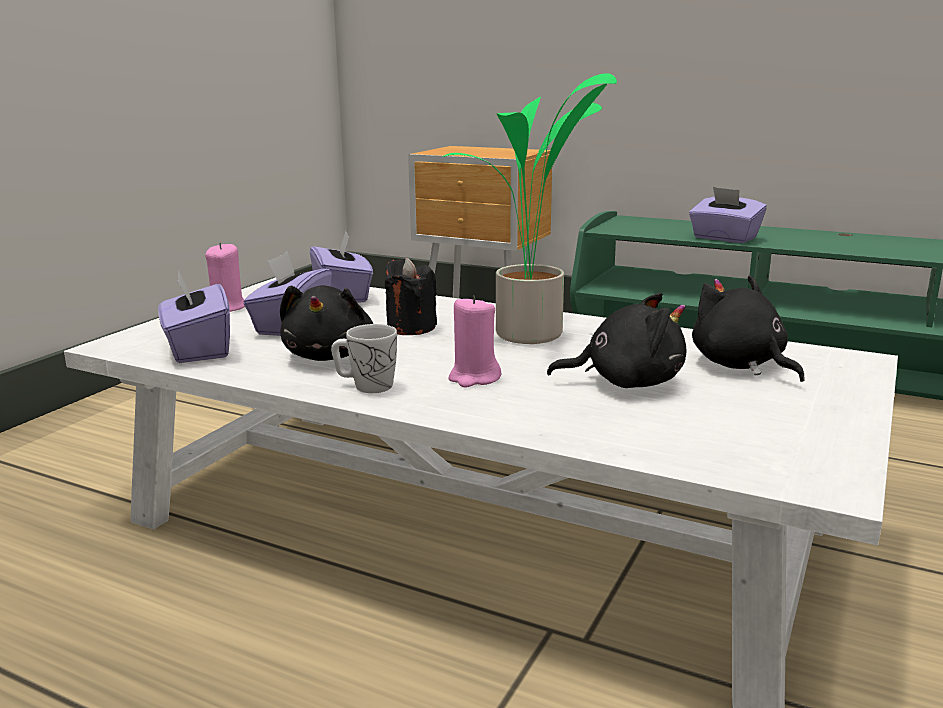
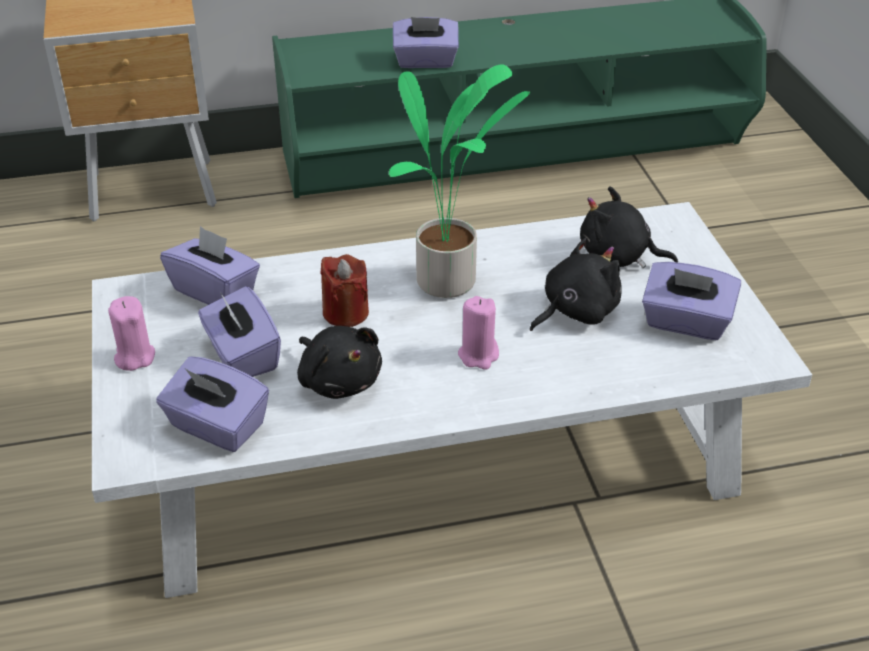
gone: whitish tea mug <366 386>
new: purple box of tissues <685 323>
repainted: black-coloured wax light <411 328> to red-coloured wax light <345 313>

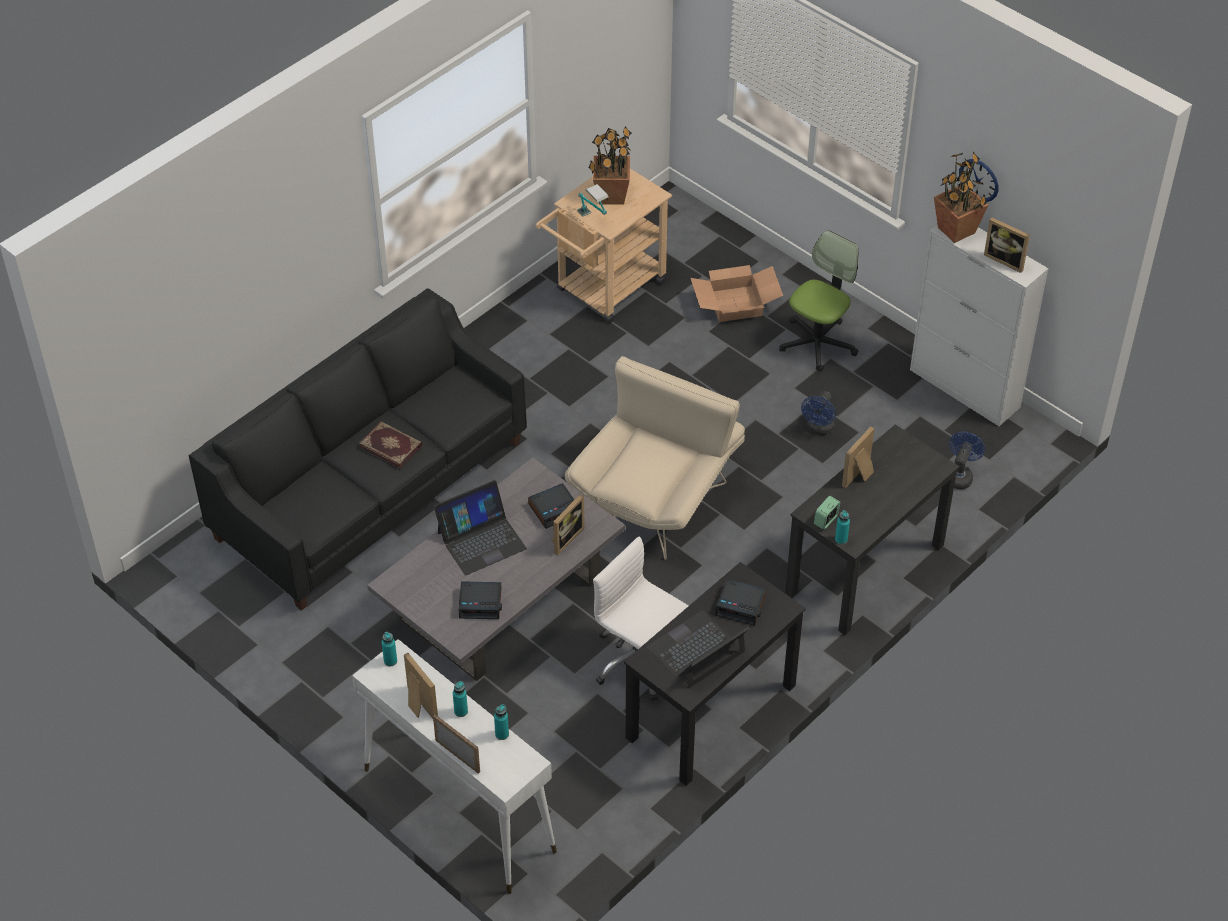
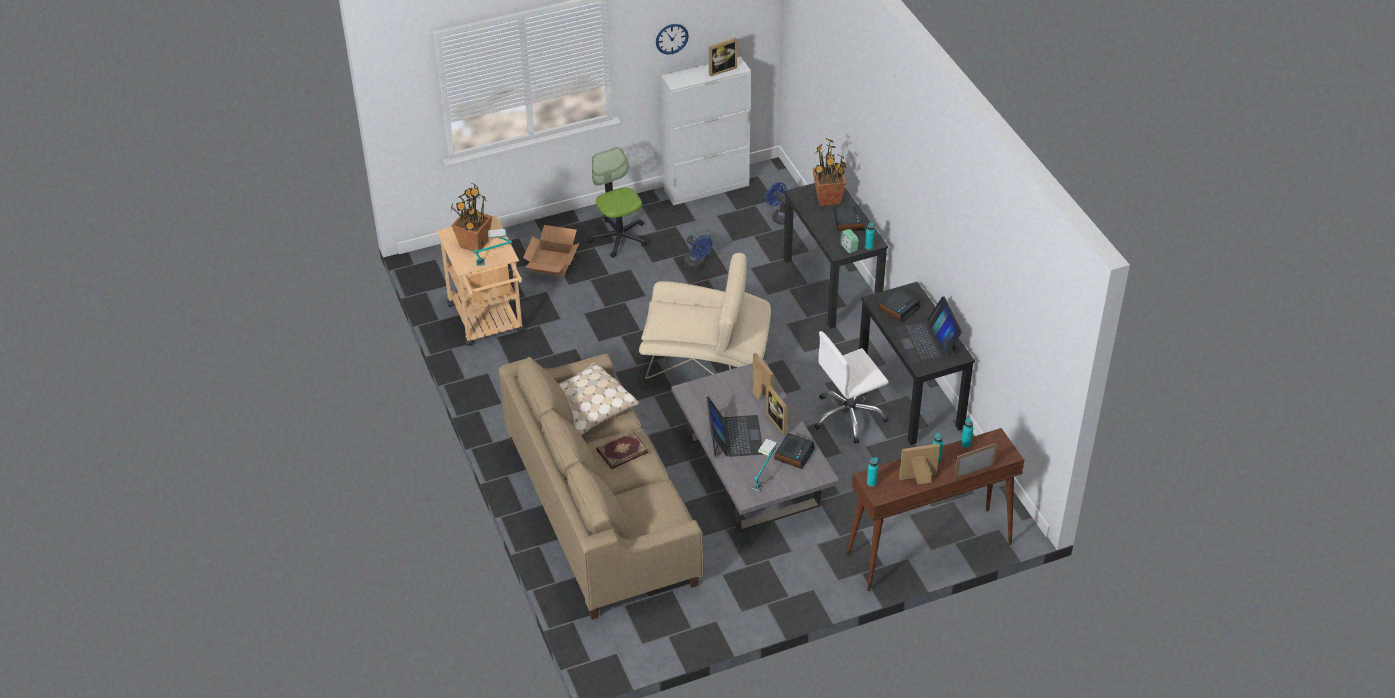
new: beige-coloured throw pillow <589 407>; lamp for a table <764 477>
shifted: table clock <554 509> to <848 222>; photo frame <860 476> to <780 422>; plant in a pot <956 231> to <828 199>
repainted: black-coloured couch <371 490> to beige-coloured couch <601 511>; whitish console table <458 809> to brown console table <928 549>
rotated: beige-coloured armchair <658 494> = <705 360> 135 degrees clockwise

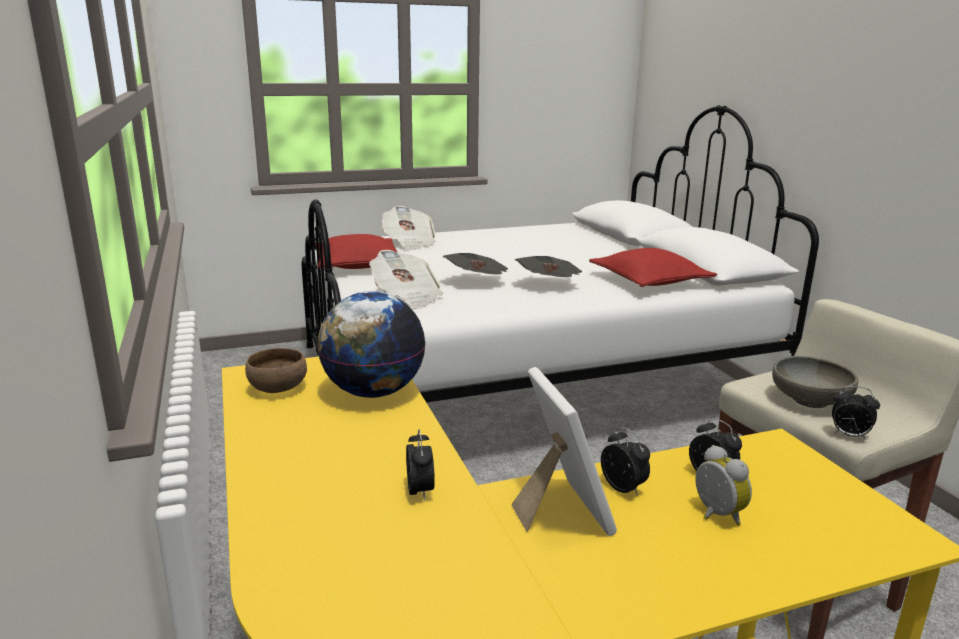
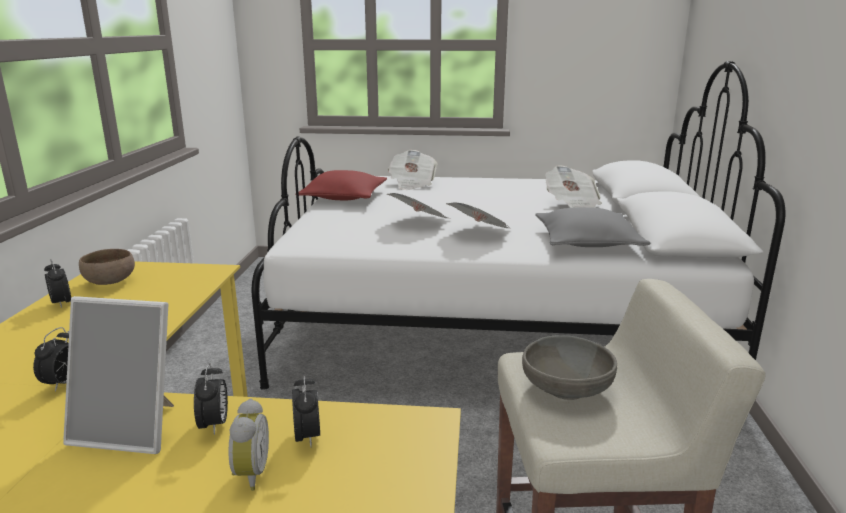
gone: desk globe <373 392>
shifted: daily paper <407 297> to <572 204>; table clock <849 436> to <61 303>
repainted: red-coloured throw pillow <649 281> to greyish throw pillow <587 242>
rotated: photo frame <560 511> = <132 429> 90 degrees clockwise

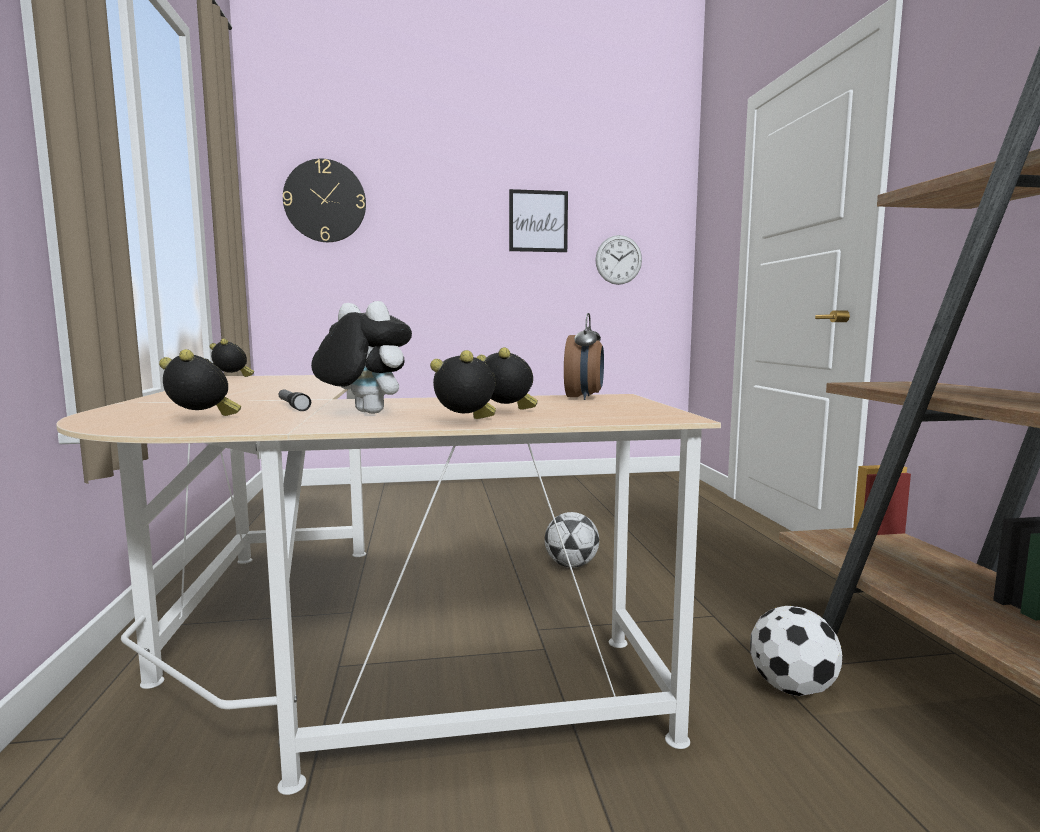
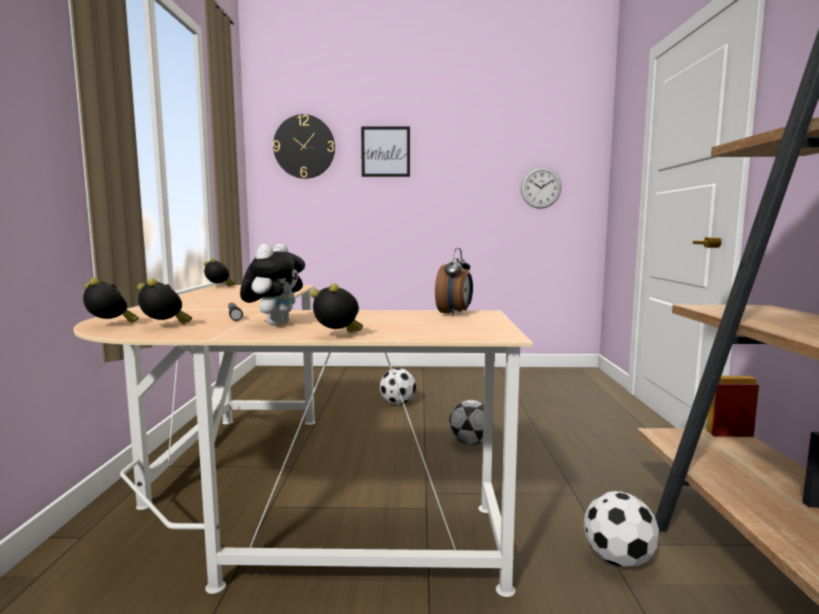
new: ball for football <398 403>
shifted: table clock <508 412> to <110 325>; picture <538 221> to <385 151>
rotated: soft toy <363 413> = <275 324> 60 degrees clockwise

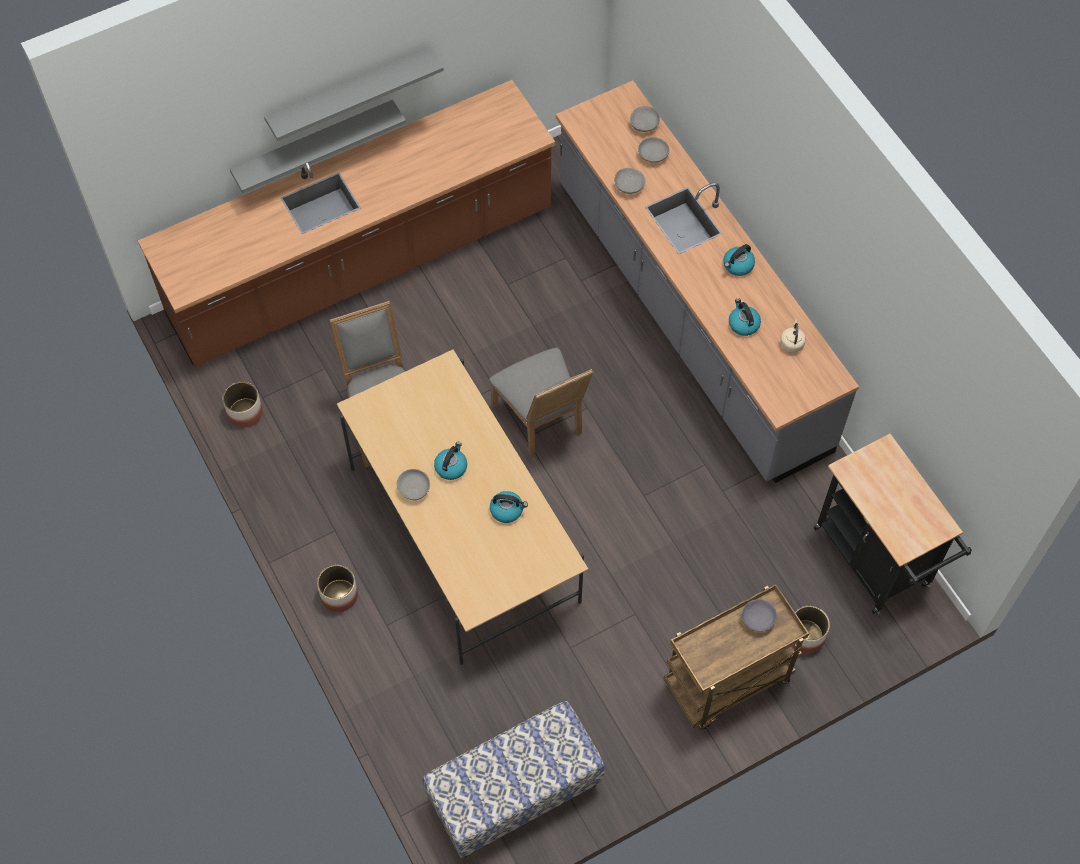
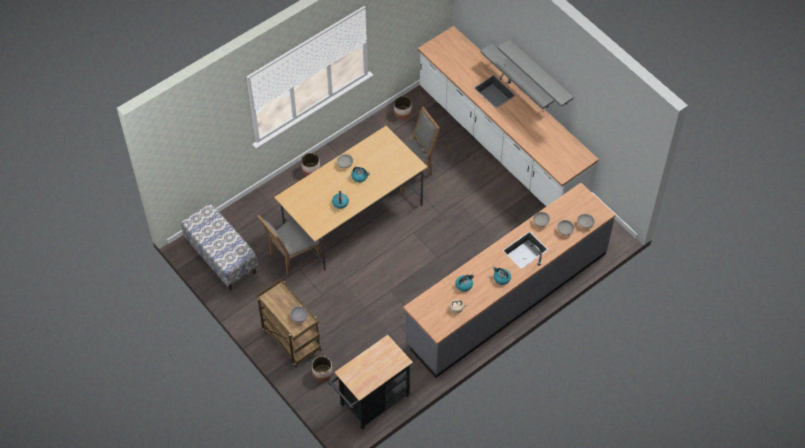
shifted: greyish plain chair <542 421> to <292 256>
repainted: brown kitchen base unit <362 265> to whitish kitchen base unit <501 144>

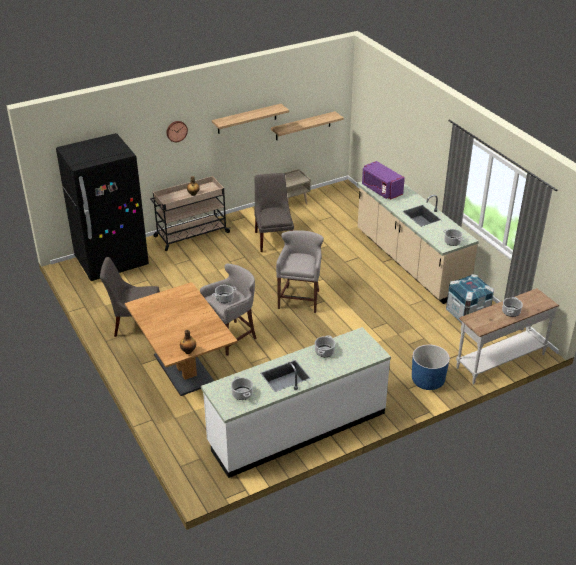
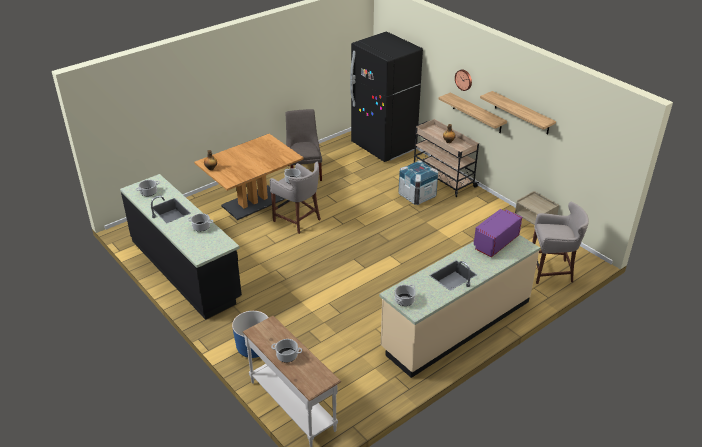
gone: greyish plain chair <273 239>
shifted: wall shelf <303 126> to <477 113>; greyish stool seat <300 298> to <552 271>; shipping crate <467 314> to <417 195>
repainted: whitish kitchen base unit <297 428> to black-coloured kitchen base unit <185 269>

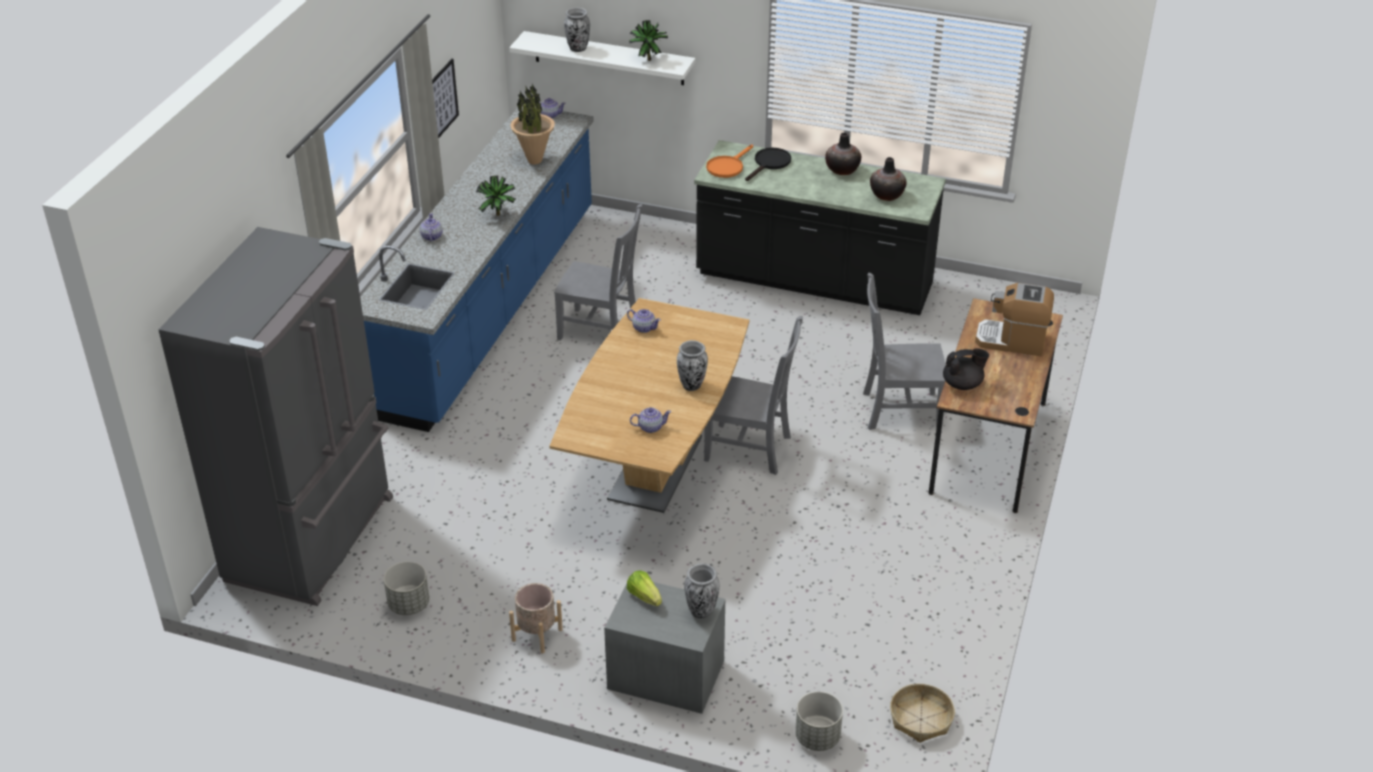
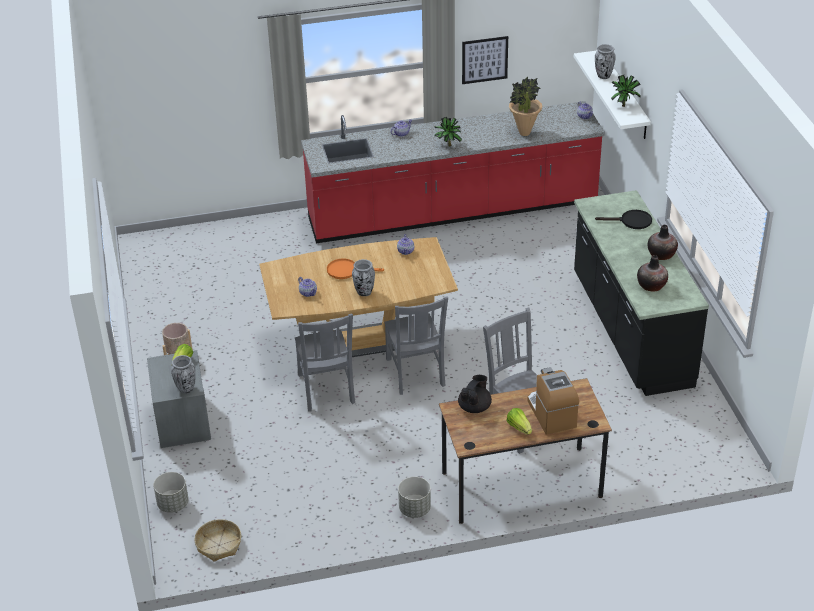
gone: greyish refrigerator <314 539>
new: head of lettuce <519 427>
shifted: greyish planter <409 604> to <414 509>; greyish plain chair <601 330> to <326 390>; orange-coloured frying pan <727 166> to <347 271>
repainted: blue-coloured kitchen base unit <490 309> to red-coloured kitchen base unit <453 212>
rotated: black-coloured tea pot <963 384> = <475 407> 105 degrees counterclockwise

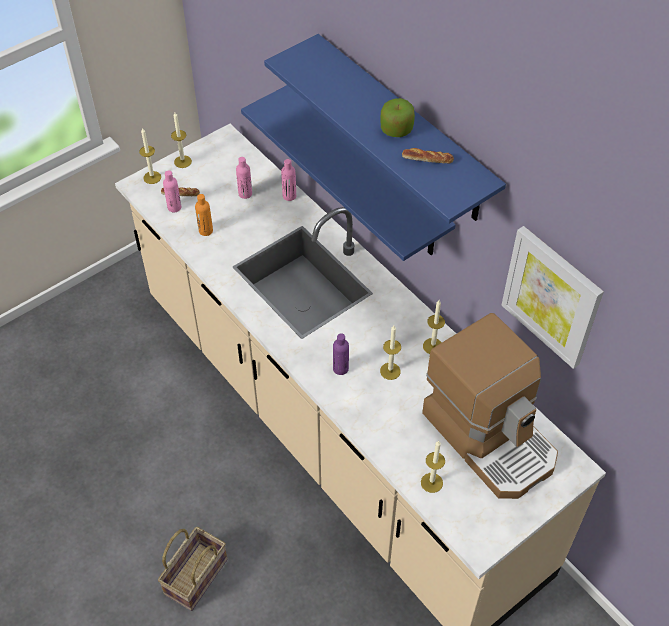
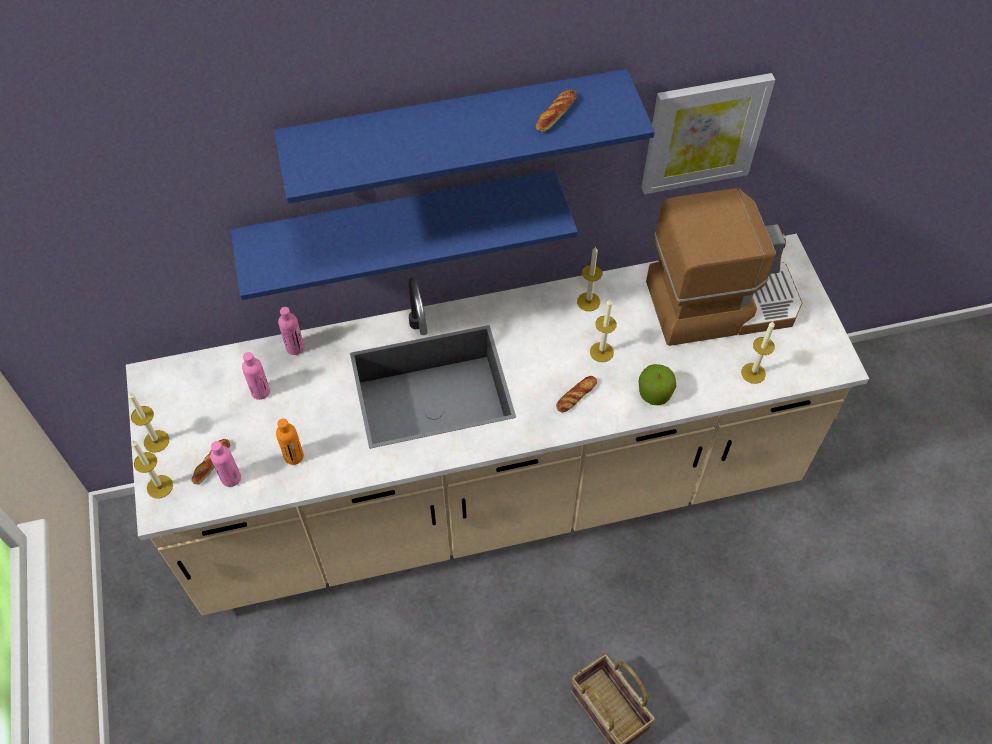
shifted: apple <396 129> to <654 393>
swapped: purple bottle <340 368> to bread <576 395>

